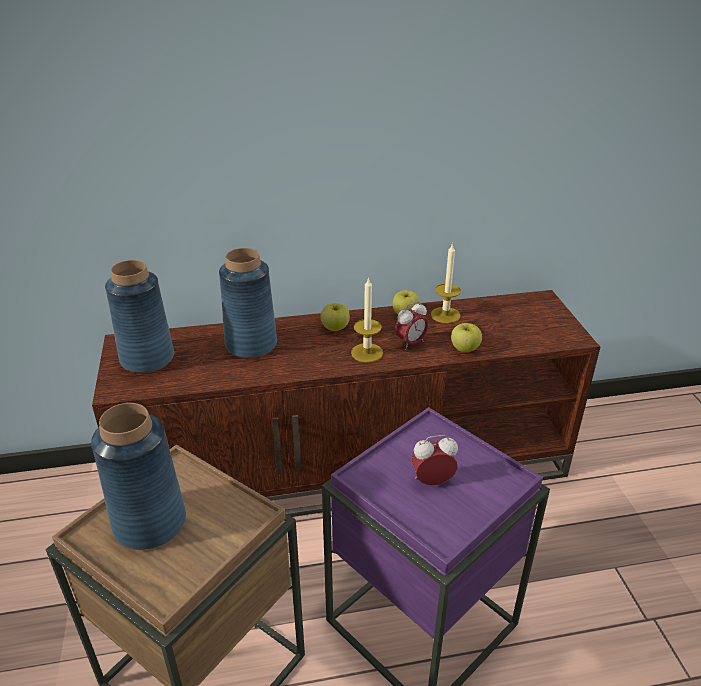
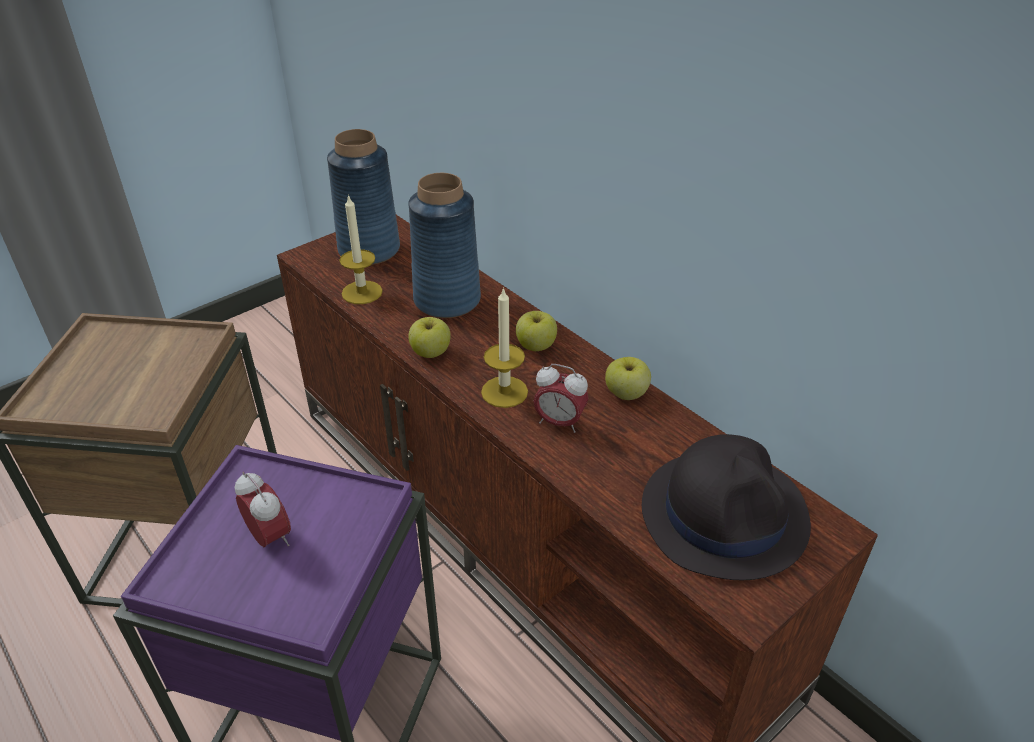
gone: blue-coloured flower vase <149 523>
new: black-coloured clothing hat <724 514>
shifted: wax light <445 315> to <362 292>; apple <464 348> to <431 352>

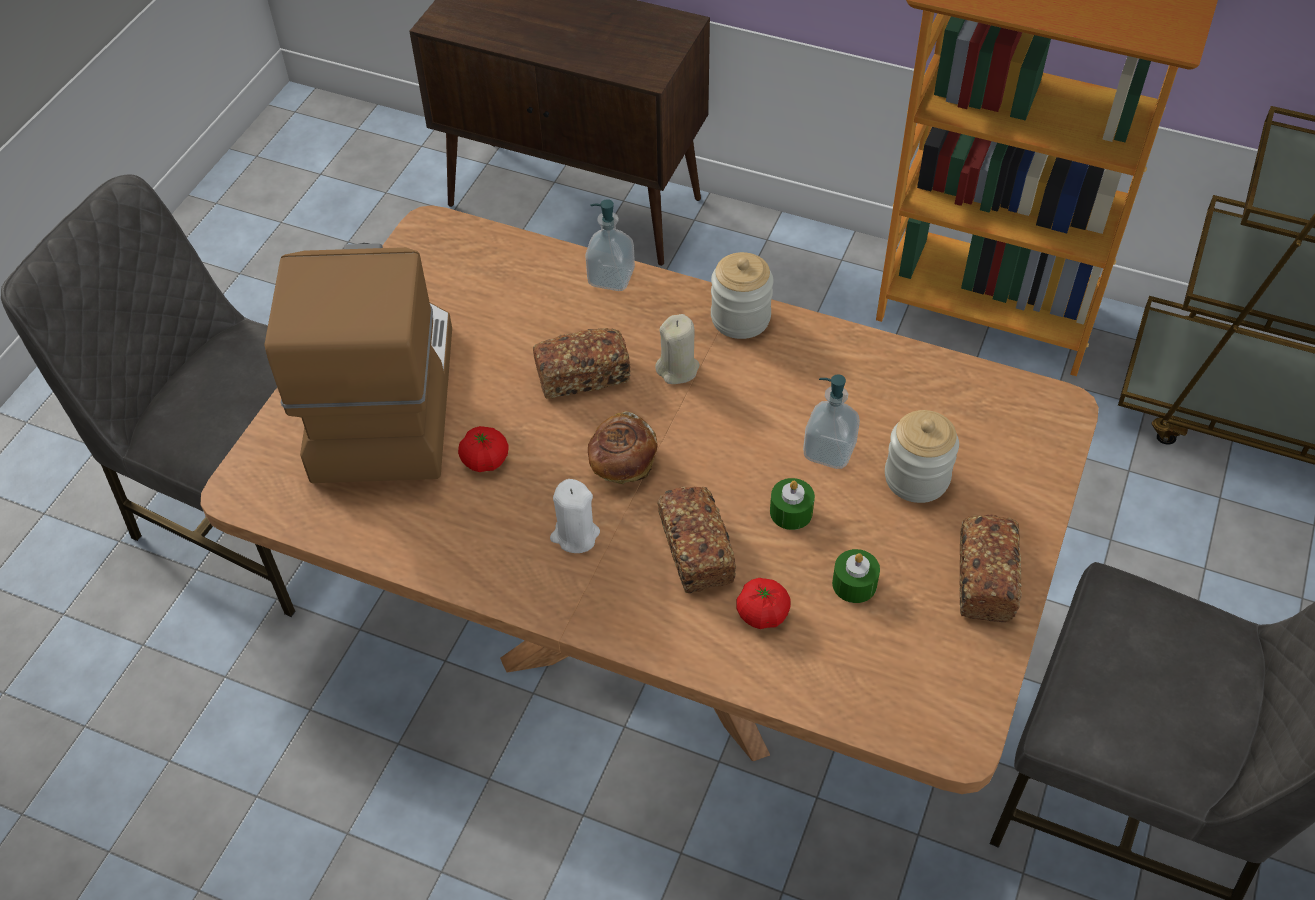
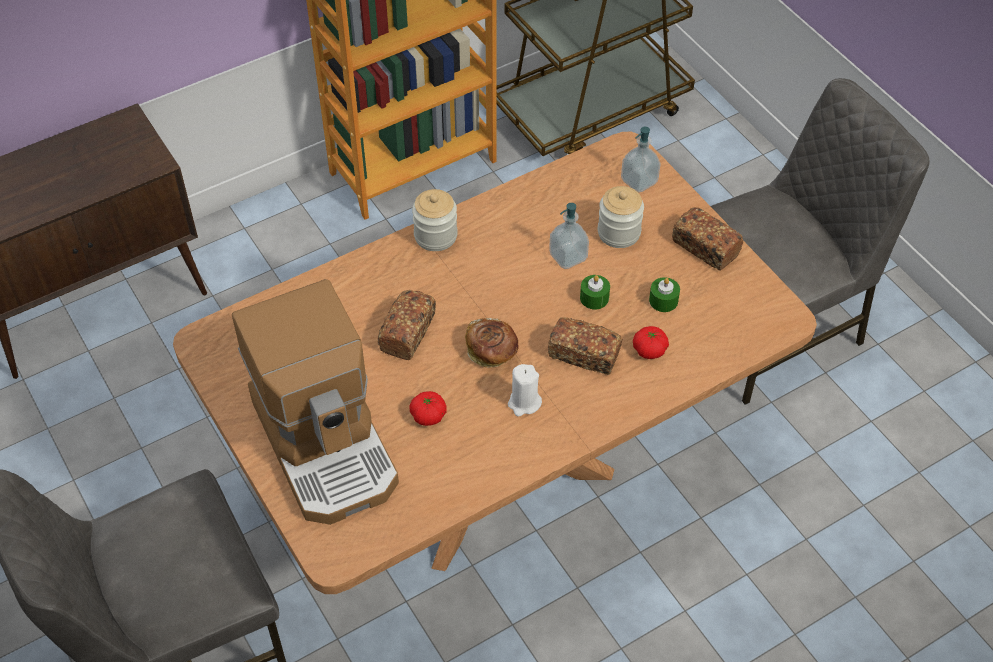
gone: beige-coloured wax light <678 369>
shifted: soap dispenser <611 277> to <639 181>
rotated: coffee brewer <381 399> = <327 443> 150 degrees counterclockwise

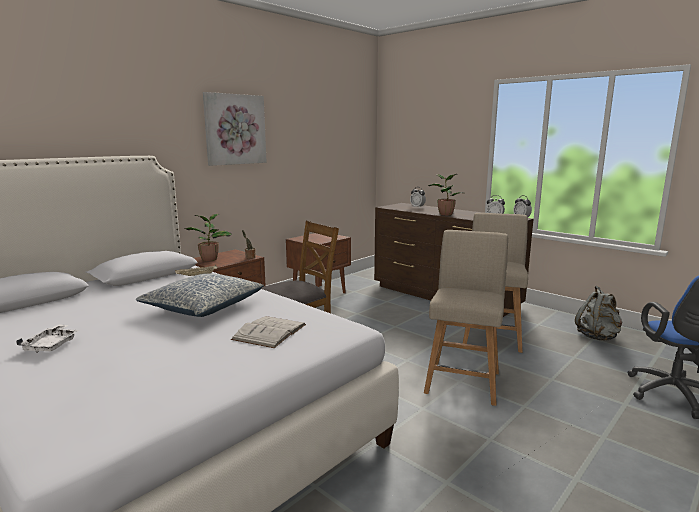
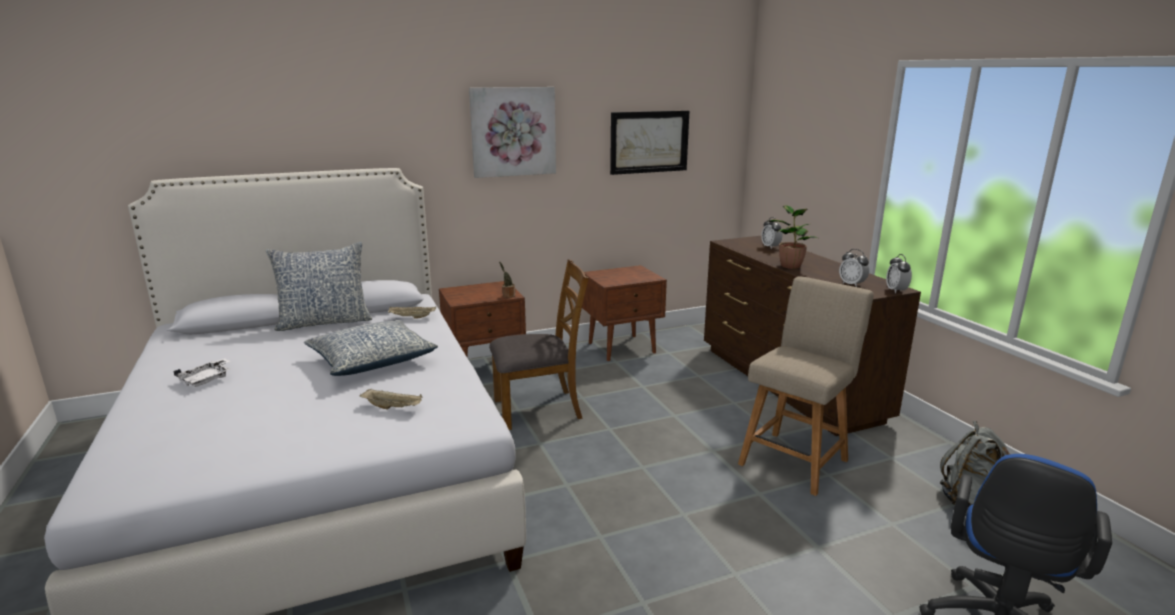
gone: plant in a pot <210 259>; beige-coloured plain chair <463 380>
new: throw pillow <325 322>; picture <649 142>
swapped: whitish book <269 332> to beige-coloured carrying tray <393 407>

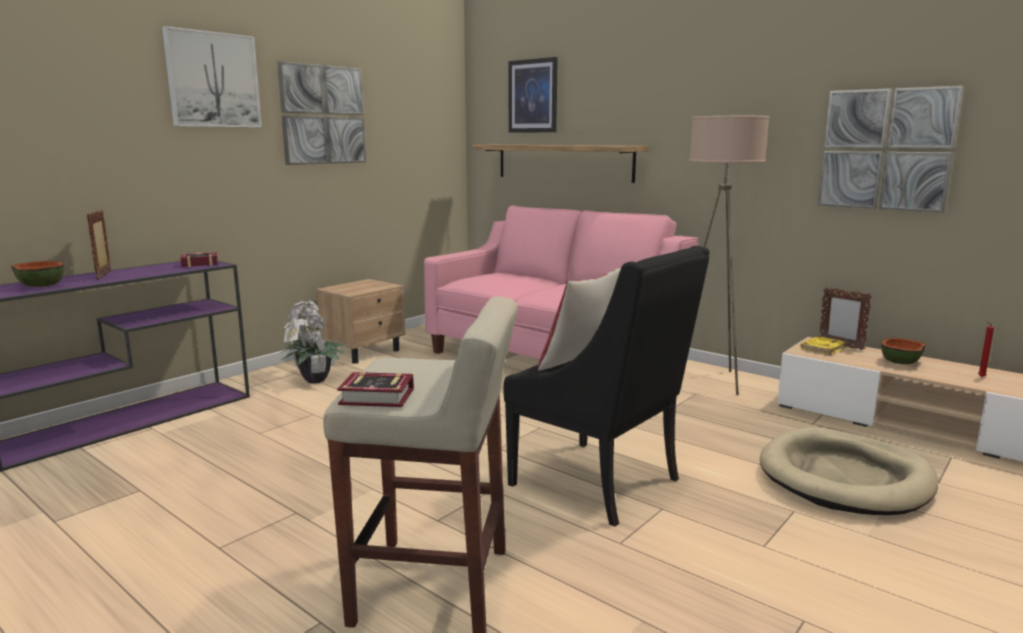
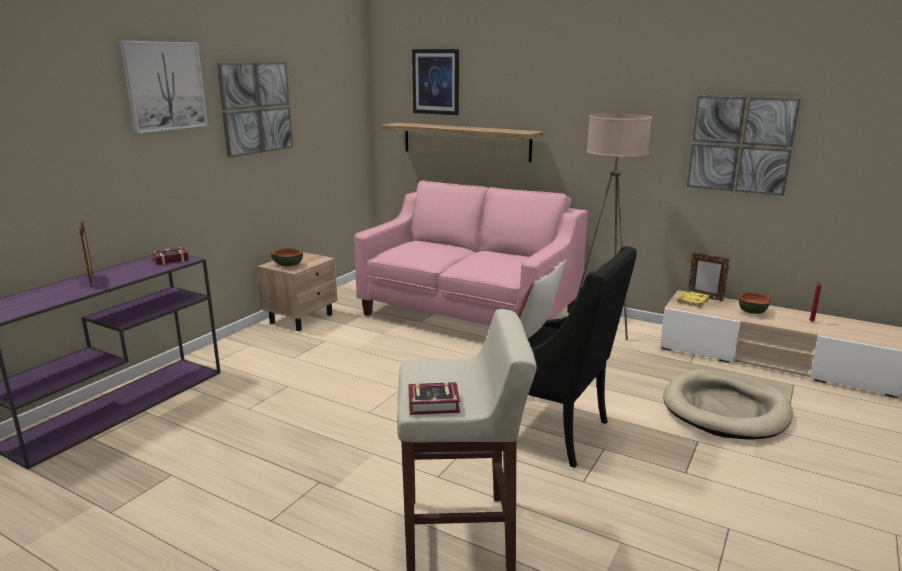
gone: plant in a pot <313 381>
shifted: deep dish <40 286> to <287 265>

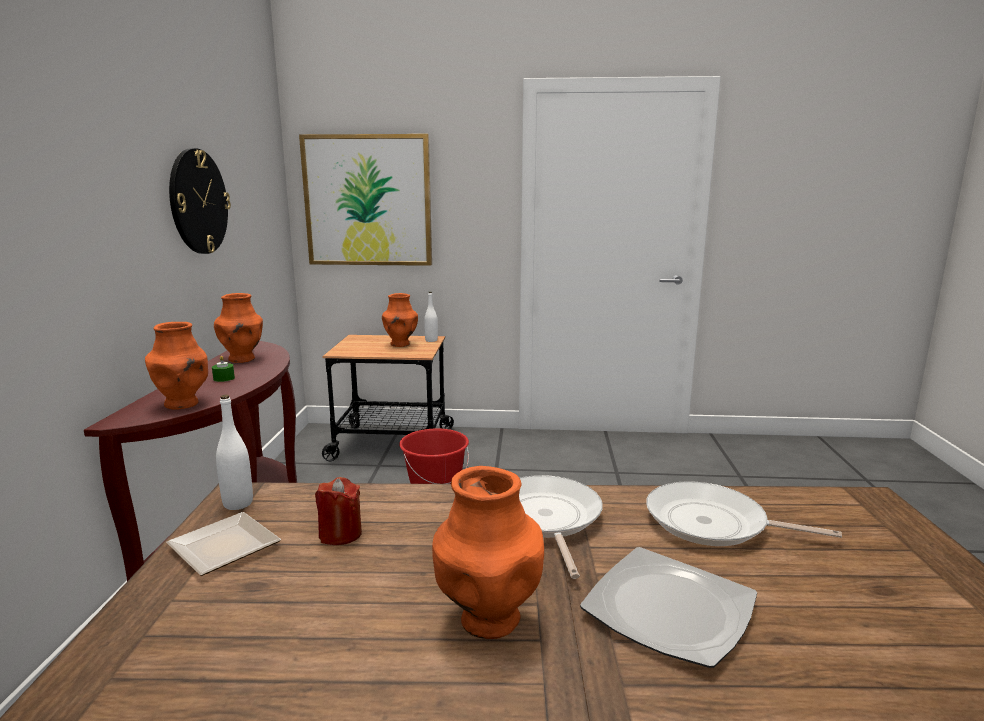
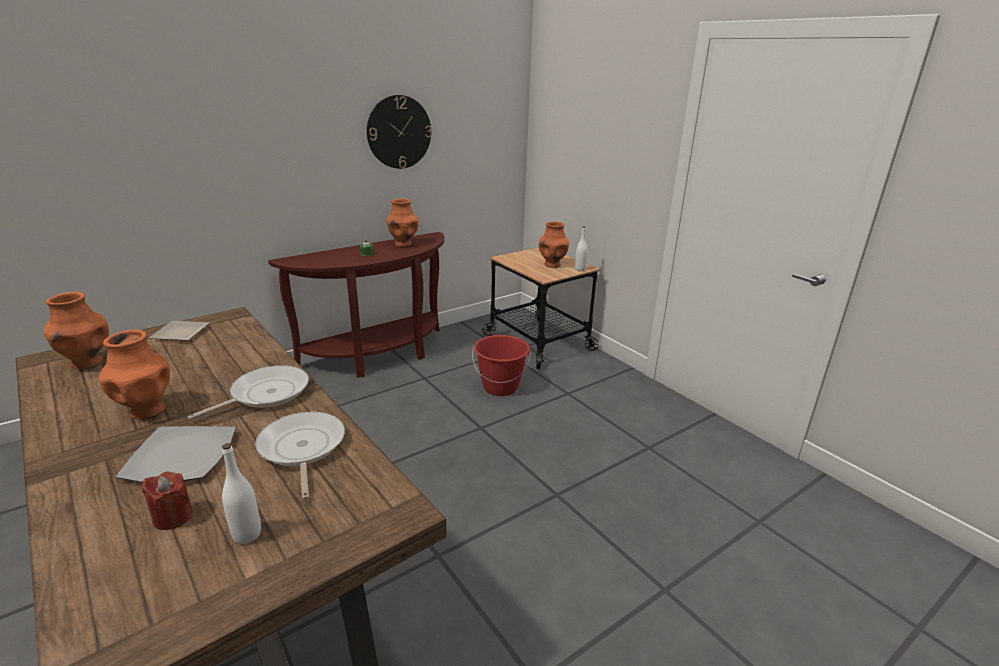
gone: picture <368 201>
shifted: orange-coloured flower vase <182 404> to <87 363>; whitish bottle <238 503> to <247 534>; red-coloured wax light <340 534> to <173 517>

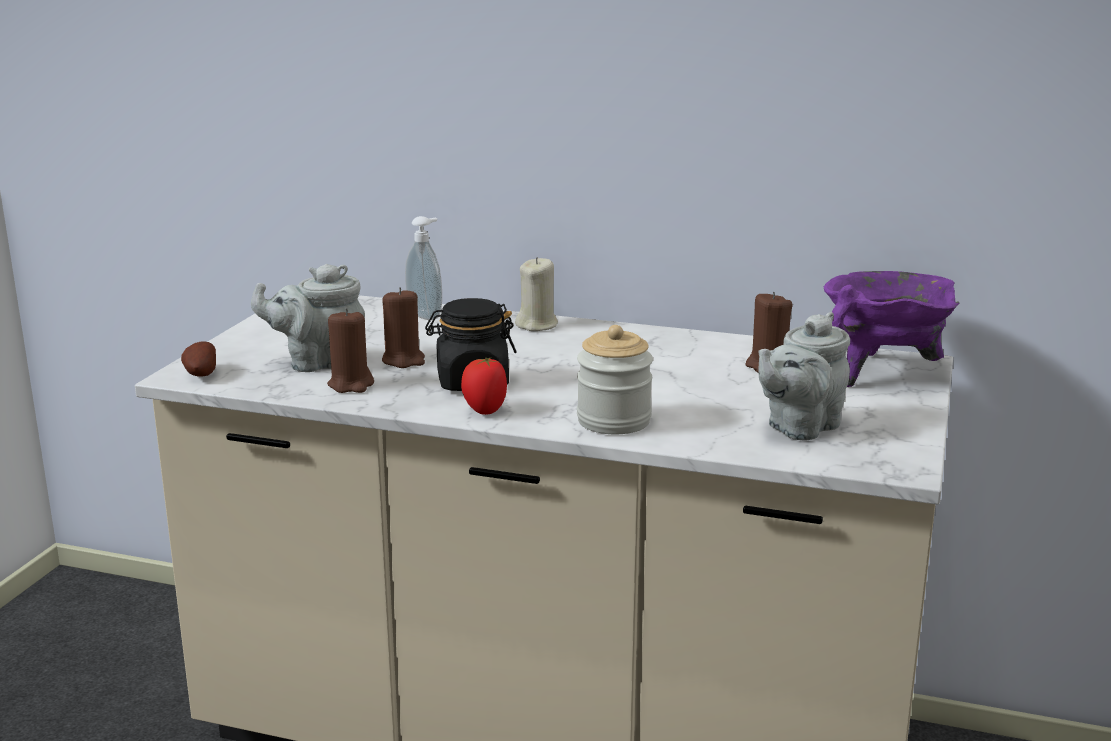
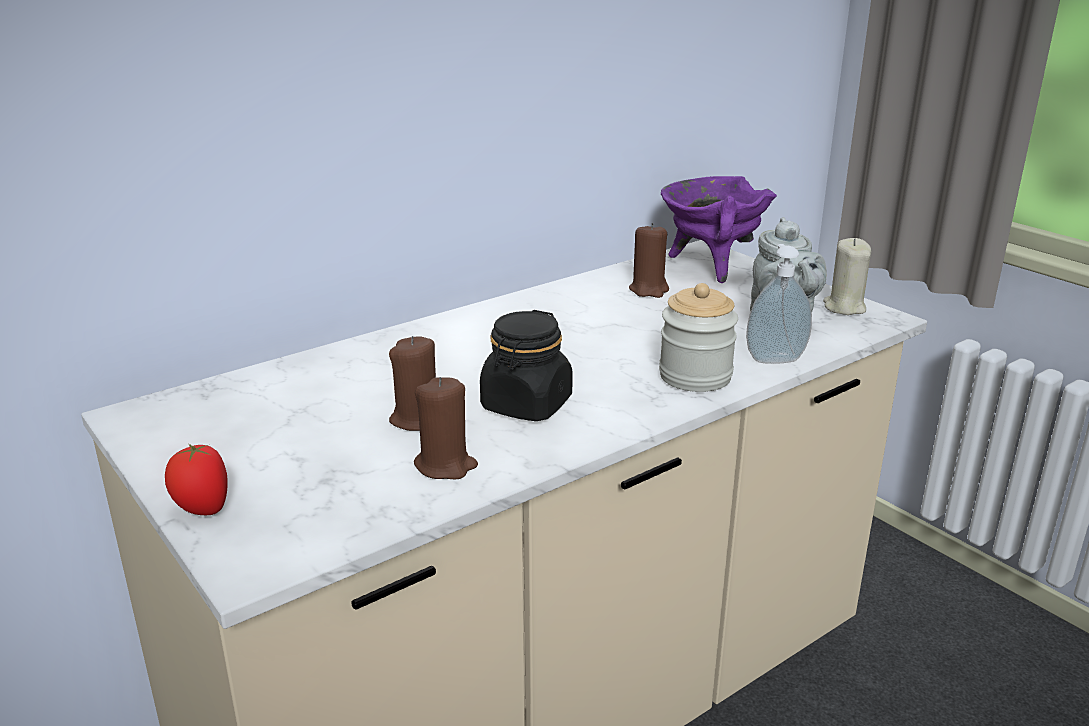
gone: whole potato <200 374>; greyish tea pot <318 363>
shifted: soap dispenser <426 315> to <774 358>; whole tomato <484 410> to <202 509>; beige-coloured wax light <537 325> to <844 307>

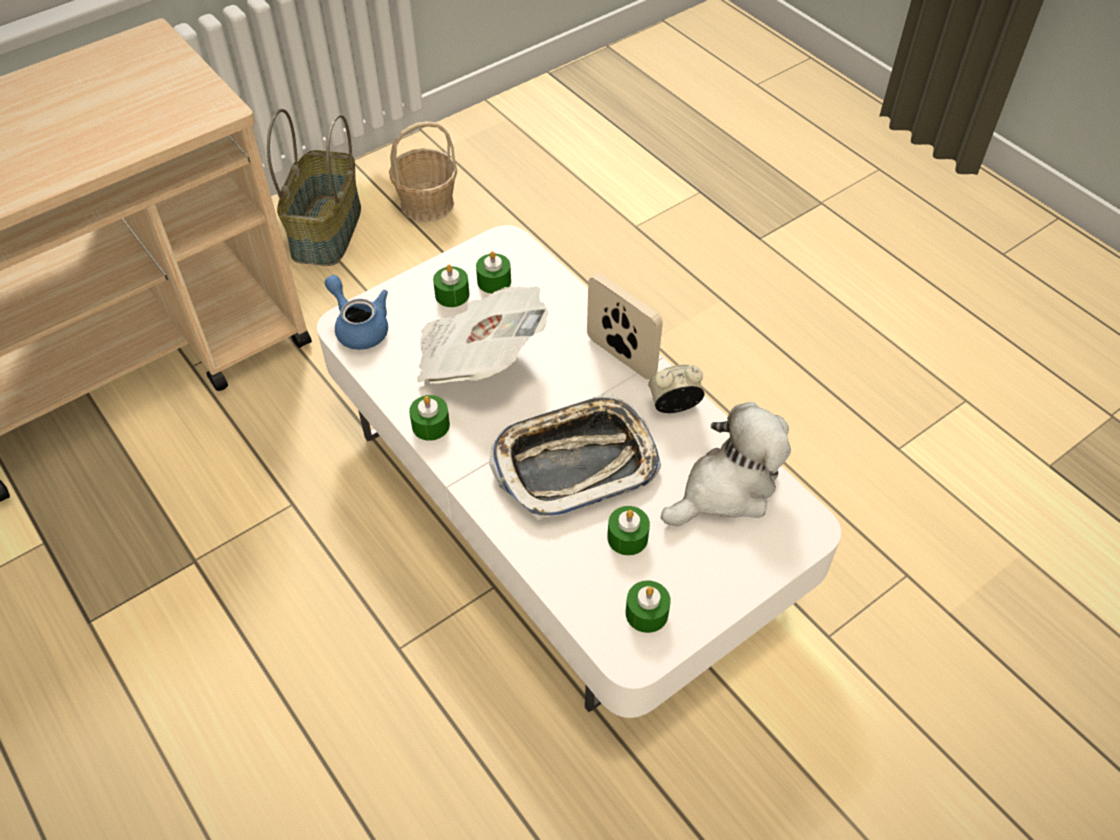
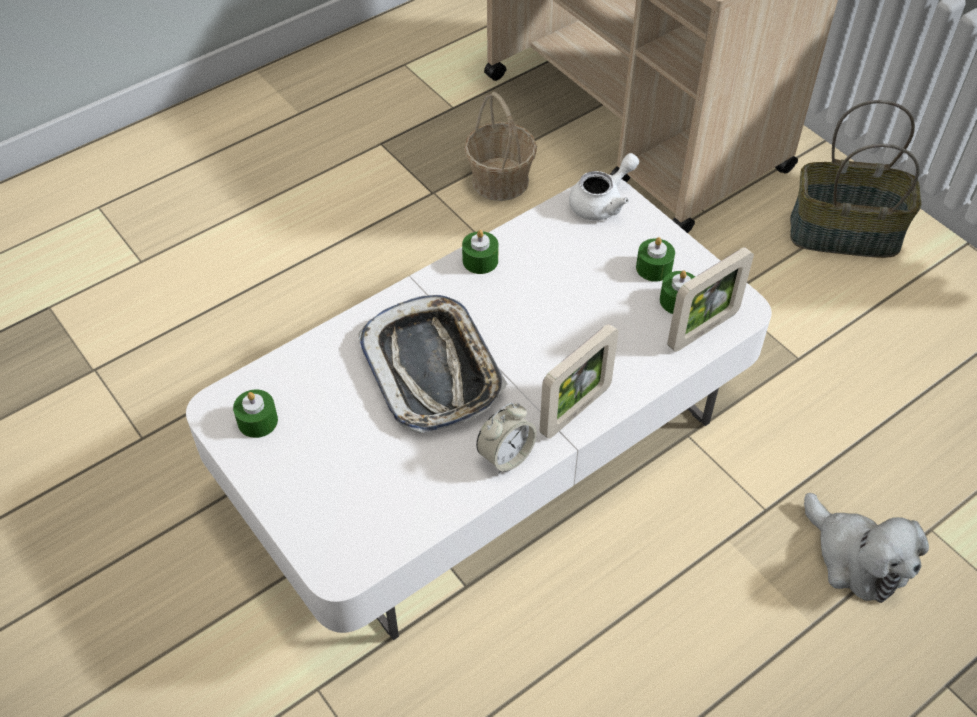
gone: daily paper <479 359>; green-coloured wax light <627 537>
new: photo frame <703 330>
shifted: household basket <426 203> to <500 180>; soft toy <726 489> to <856 558>
repainted: blue-coloured tea pot <359 327> to whitish tea pot <602 202>
rotated: table clock <674 406> = <506 456> 60 degrees clockwise

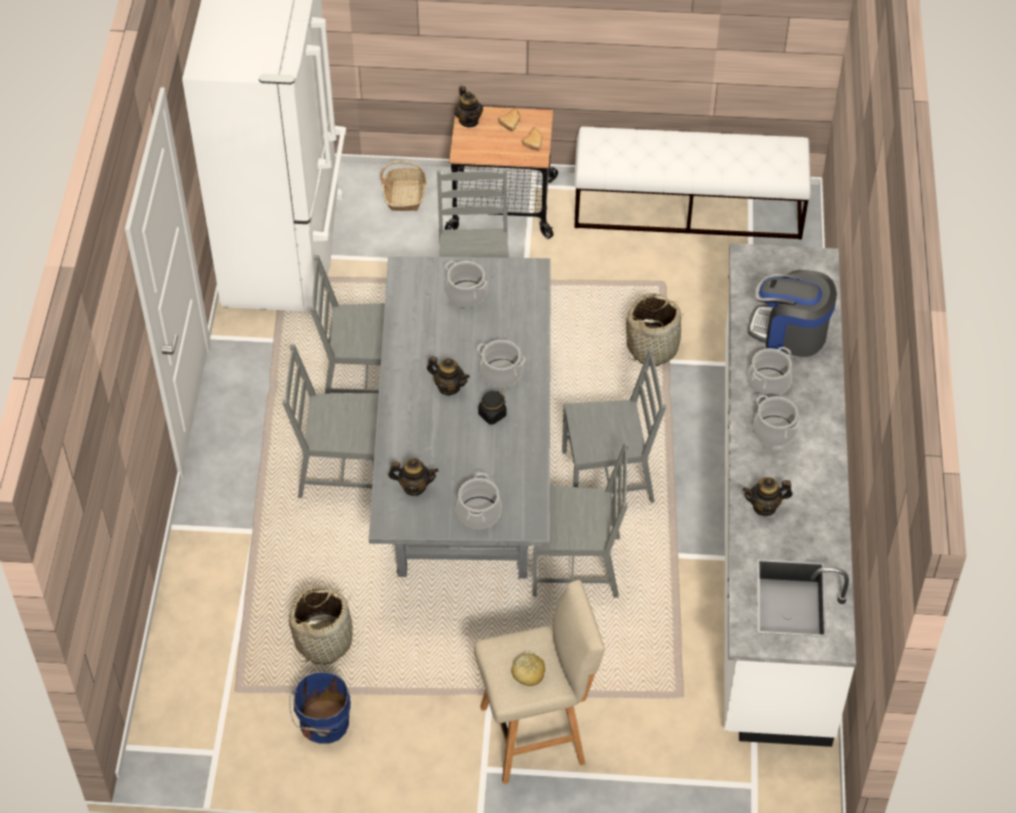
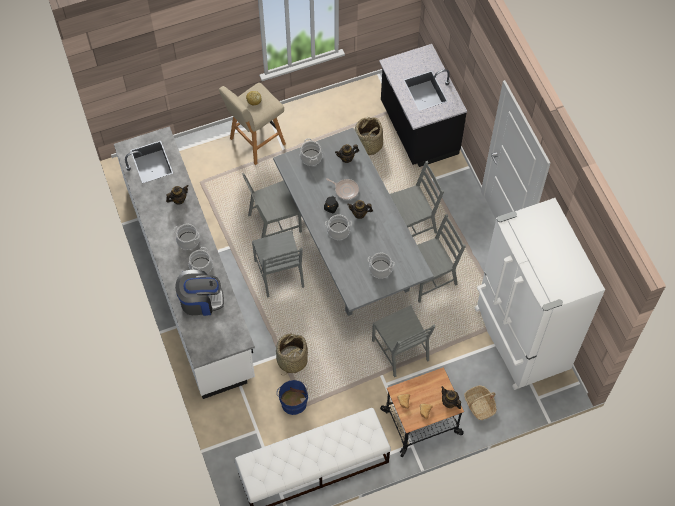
new: frying pan <345 190>; black-coloured kitchen base unit <418 129>
shifted: blue-coloured bucket <323 724> to <293 401>
rotated: greyish plain chair <609 477> = <280 274> 75 degrees counterclockwise

